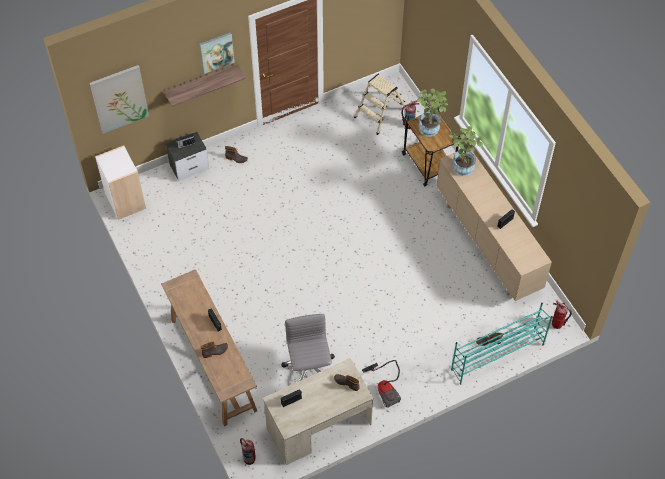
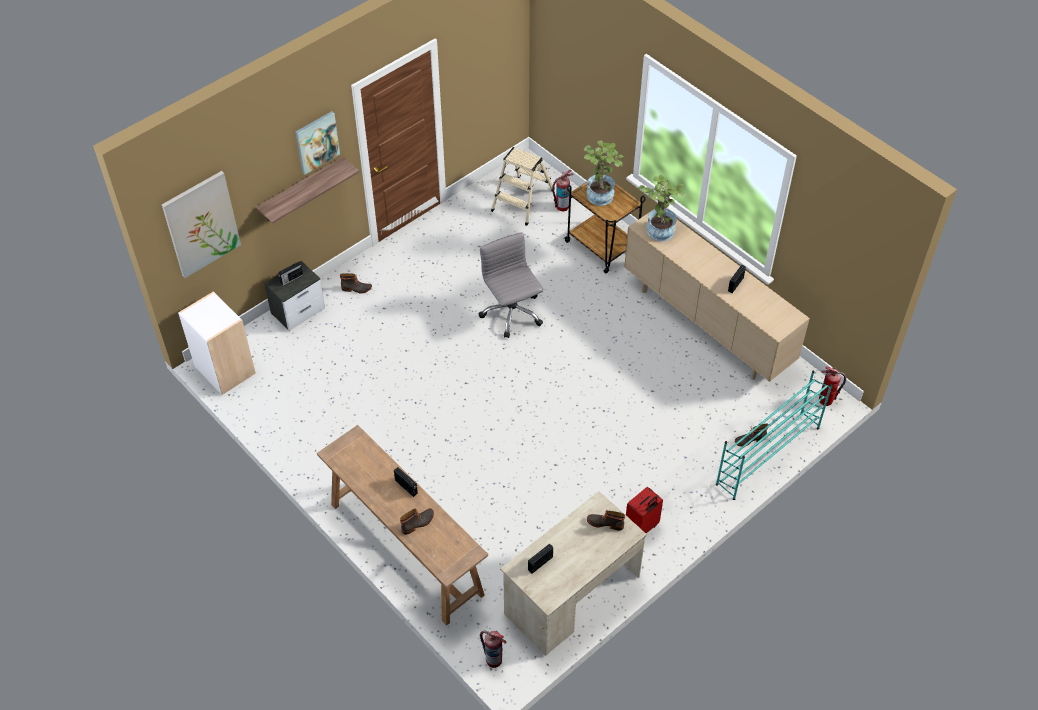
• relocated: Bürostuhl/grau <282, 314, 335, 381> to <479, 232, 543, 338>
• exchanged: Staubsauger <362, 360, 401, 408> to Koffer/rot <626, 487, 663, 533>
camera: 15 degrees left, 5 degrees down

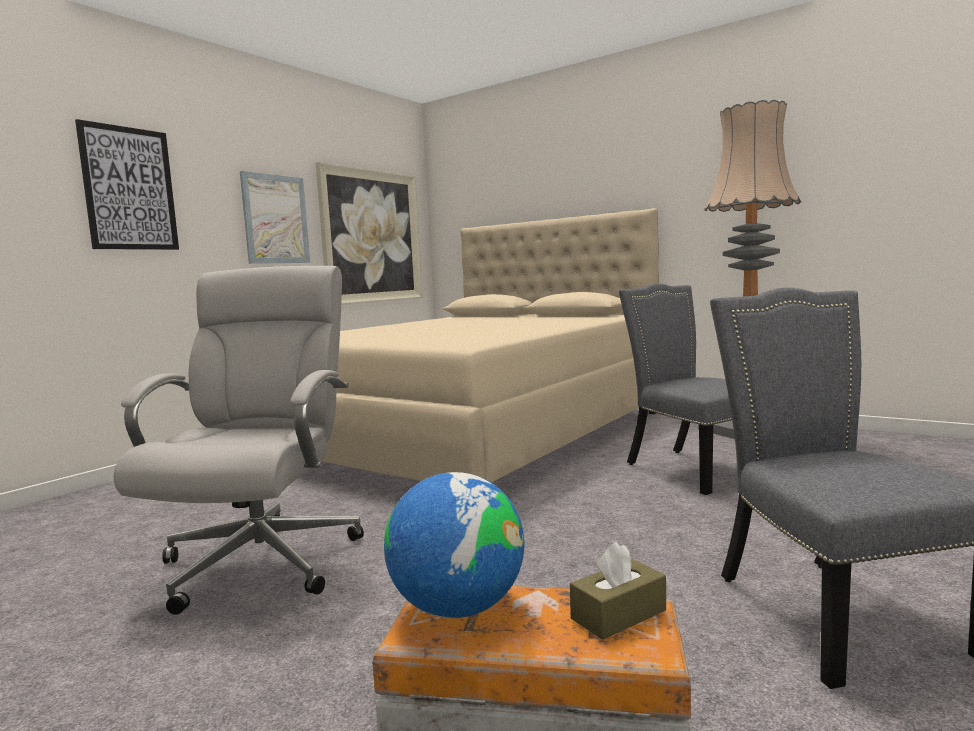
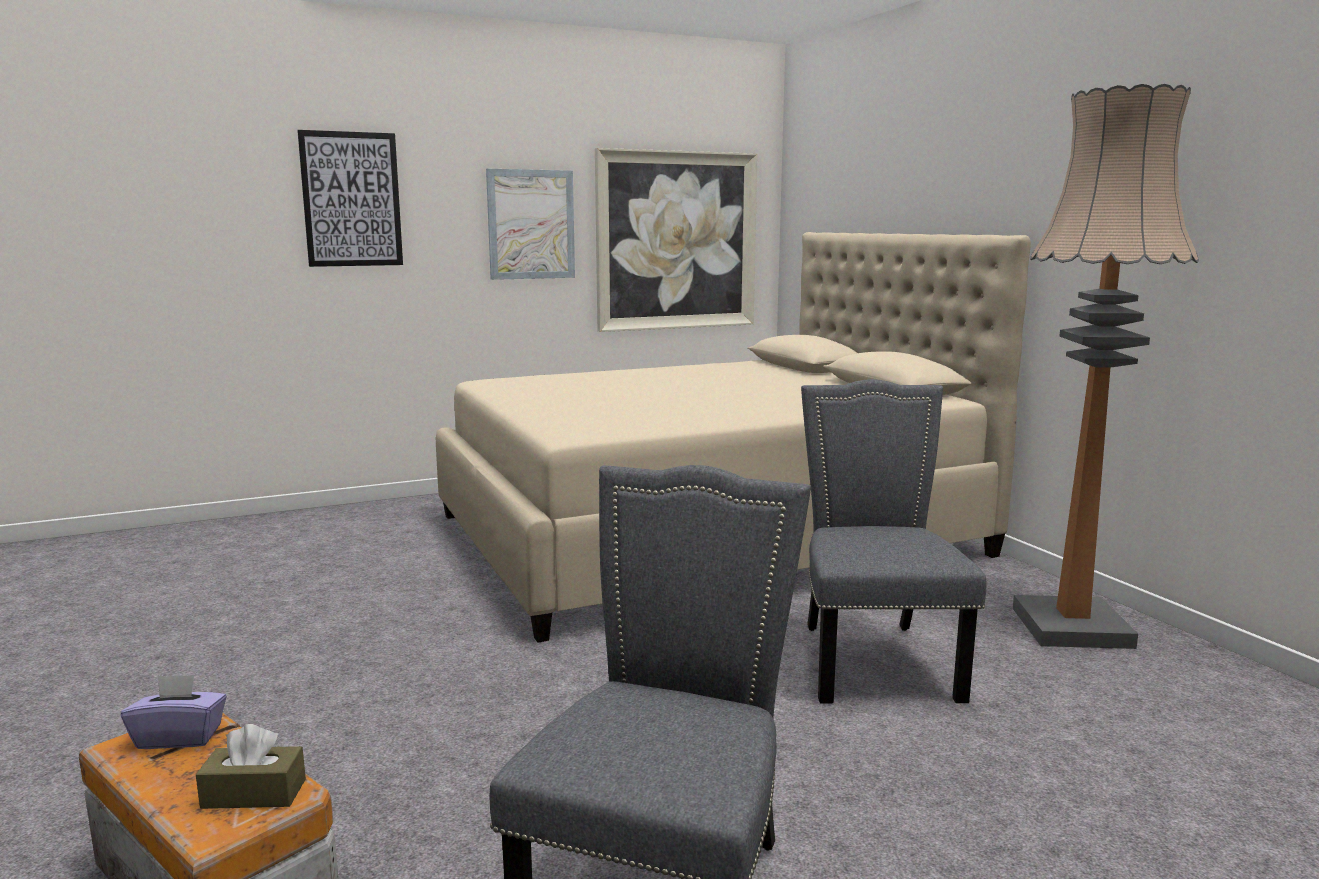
• exchanged: Globus <384, 472, 524, 618> to Taschentuchbox/lila <121, 674, 227, 749>
• missing: Bürostuhl/grau <114, 266, 364, 615>
camera: 30 degrees right, 5 degrees up

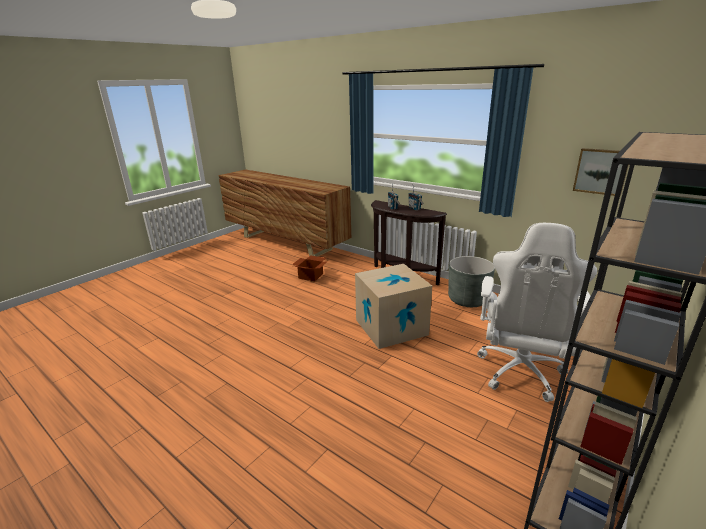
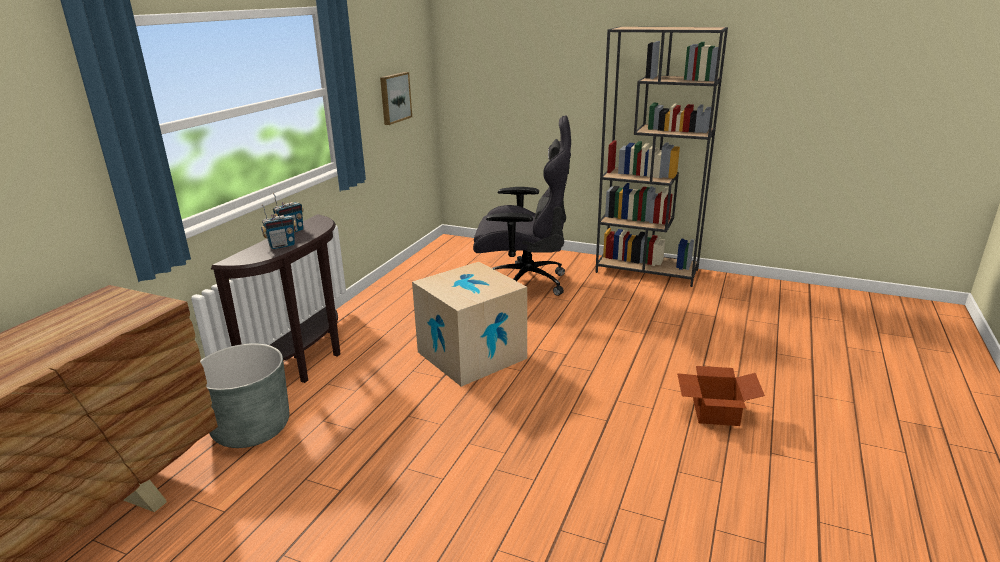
• relocated: Pflanzkübel/grau <448, 256, 495, 307> to <200, 343, 289, 448>
• colour: Bürostuhl/weiß <477, 223, 597, 402> to Bürostuhl/schwarz <473, 115, 571, 296>
• relocated: Karton <292, 255, 328, 281> to <677, 366, 765, 426>
camera: 105 degrees left, 0 degrees up

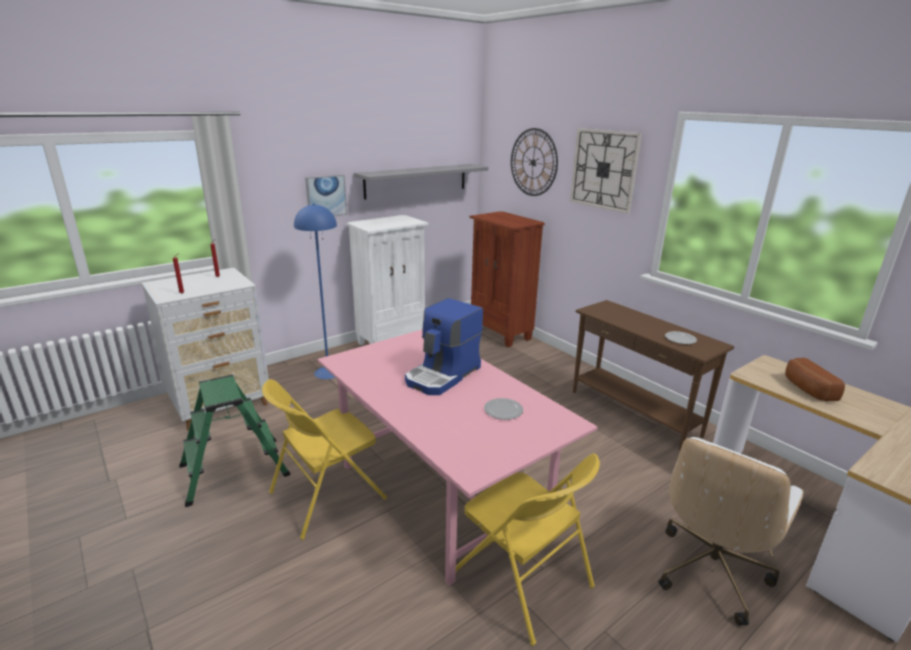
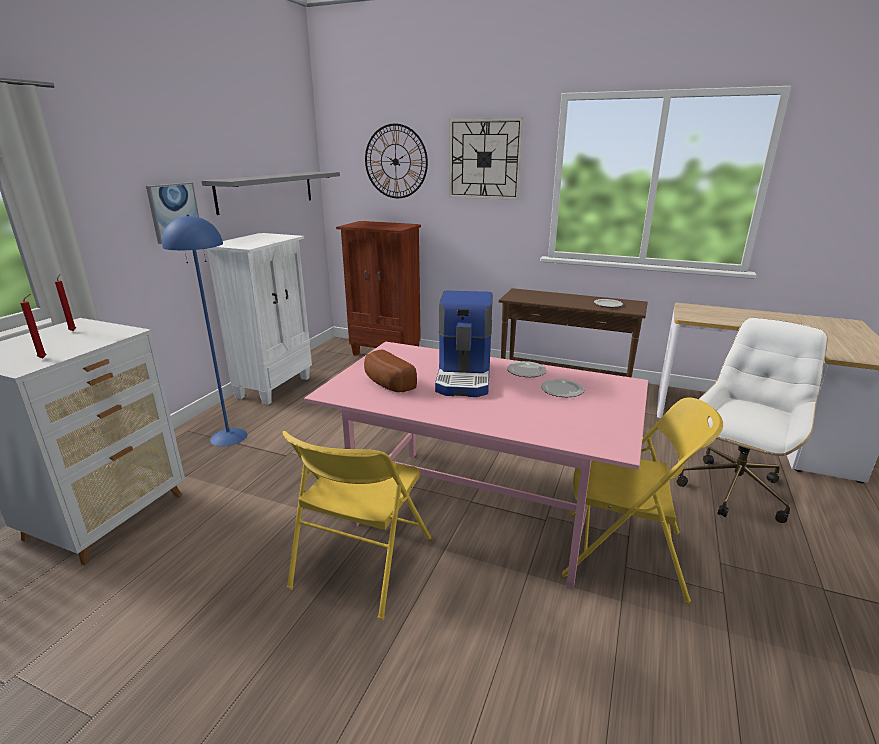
• relocated: Brot <785, 358, 845, 401> to <364, 349, 417, 392>
• appeared: Teller <507, 361, 546, 377>
• spun: Bürostuhl/weiß <658, 437, 803, 626> = <677, 317, 828, 523> 150 degrees counterclockwise
• missing: Trittleiter/grün <179, 374, 291, 507>
camera: 30 degrees left, 0 degrees up

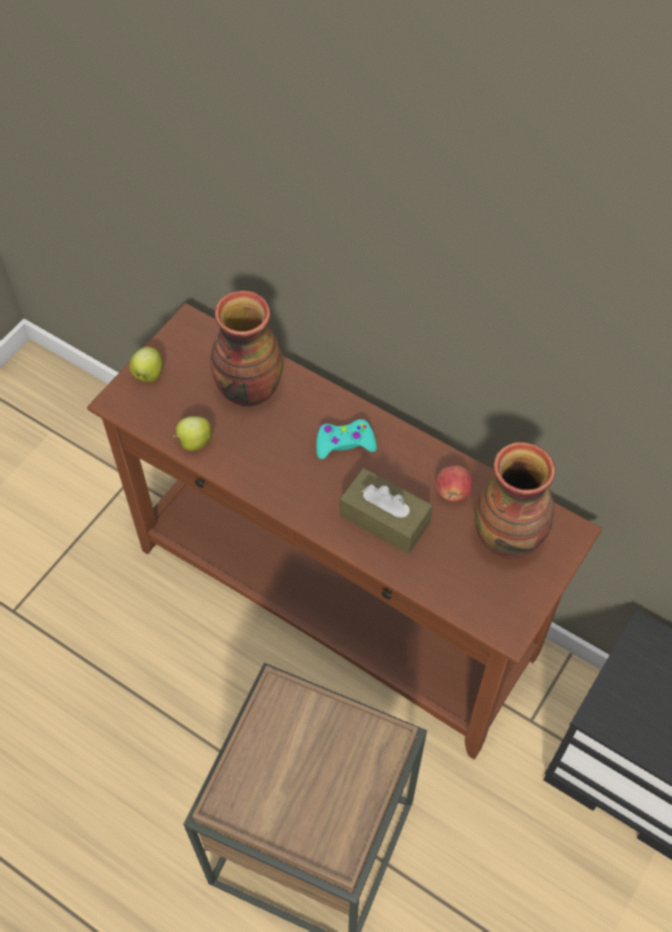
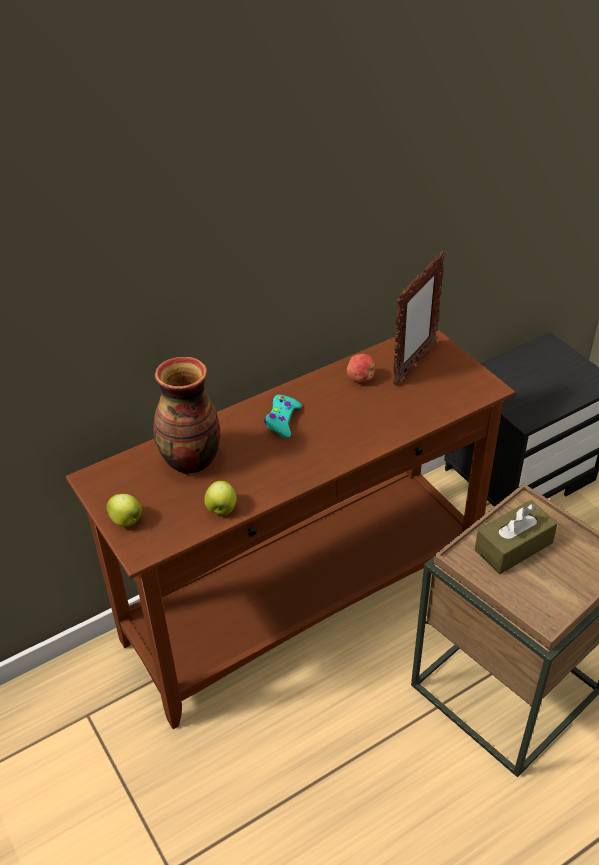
• exchanged: Vase <475, 442, 556, 559> to Bilderrahmen <393, 251, 445, 385>
• relocated: Taschentuchbox/braun <340, 468, 433, 554> to <475, 500, 558, 574>
camera: 65 degrees left, 15 degrees down

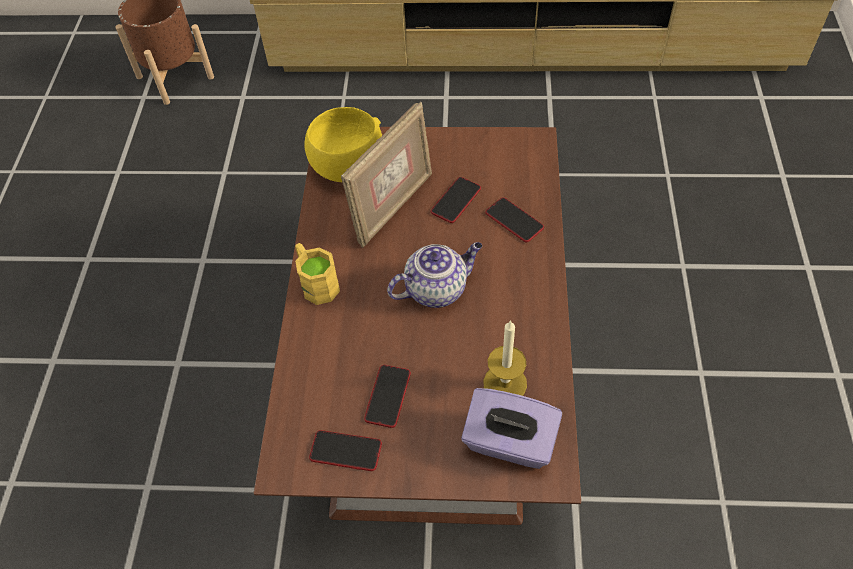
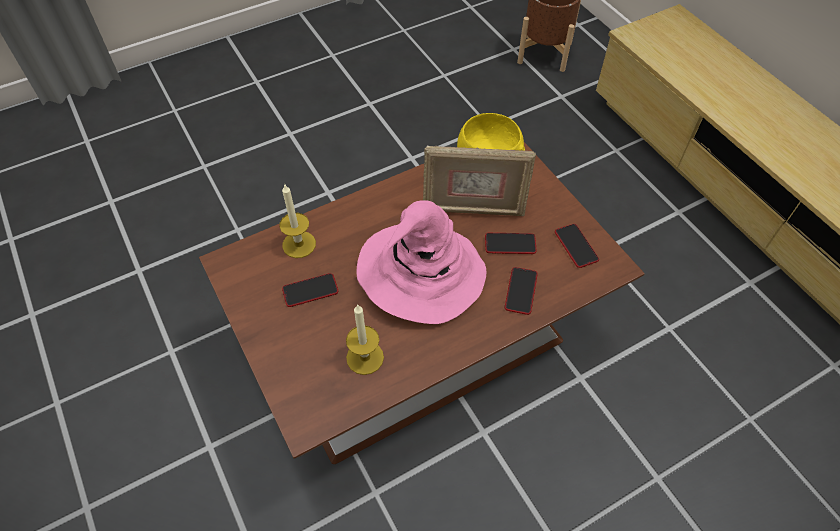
• appeared: Kerze <279, 185, 316, 258>
• exchanged: Teekanne <387, 242, 482, 308> to Hut/rosa <356, 201, 486, 324>
• relocated: Handy <309, 430, 382, 471> to <555, 224, 599, 268>
• missing: Henkelbecher/gelb <295, 243, 340, 305>
• missing: Taschentuchbox/lila <461, 388, 562, 469>
camera: 55 degrees right, 0 degrees up

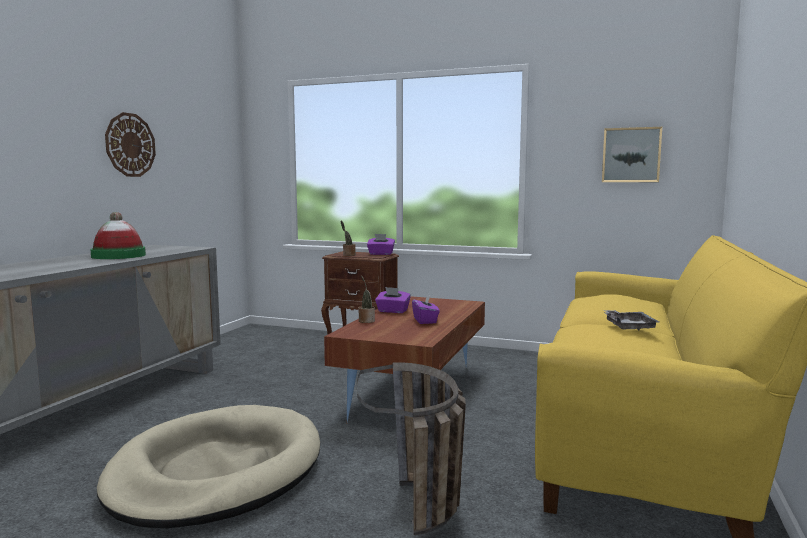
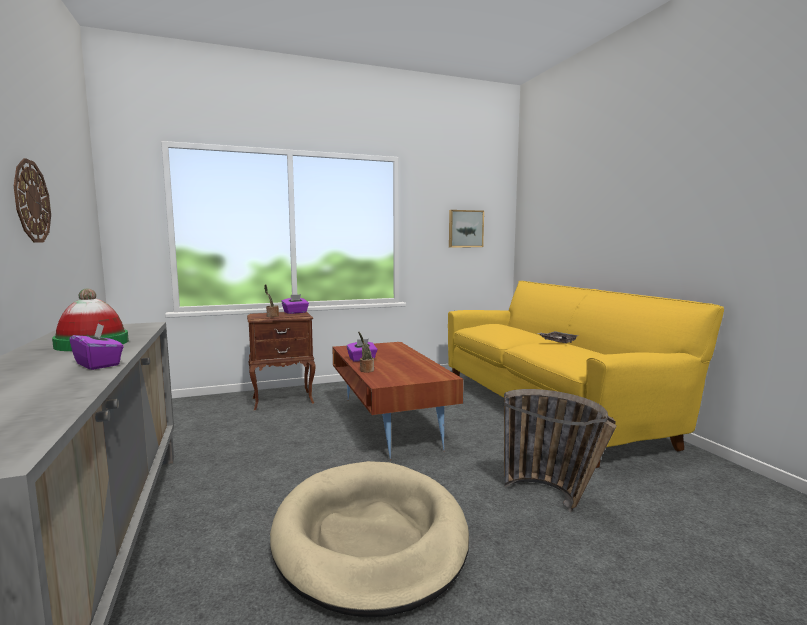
• relocated: Taschentuchbox/lila <412, 294, 440, 324> to <69, 324, 124, 370>
camera: 40 degrees left, 0 degrees up

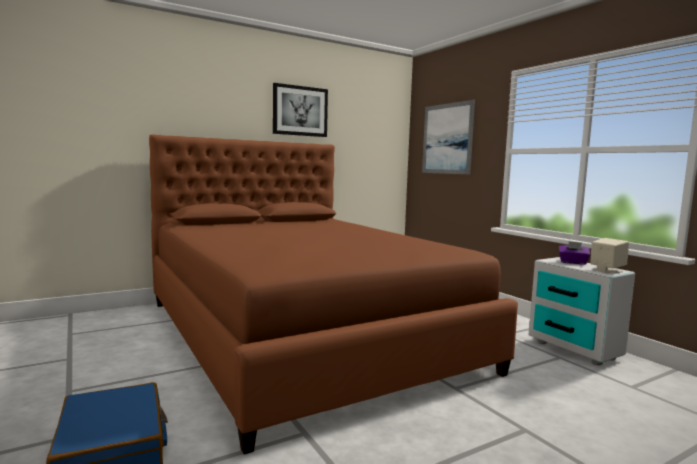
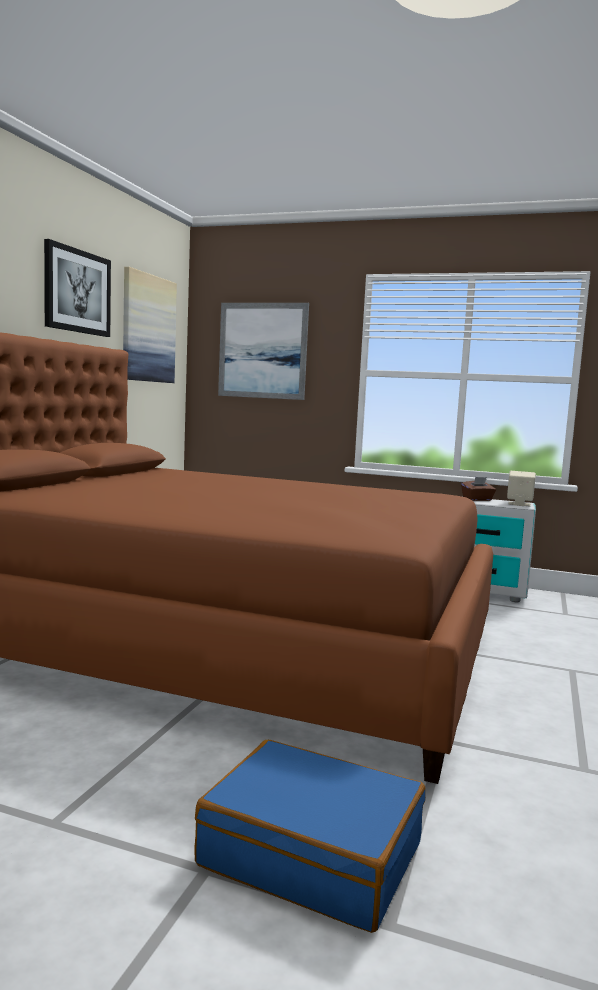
• appeared: Bild <123, 267, 177, 383>
• colour: Taschentuchbox/lila <559, 241, 590, 265> to Taschentuchbox/braun <461, 477, 496, 501>
camera: 40 degrees left, 0 degrees up

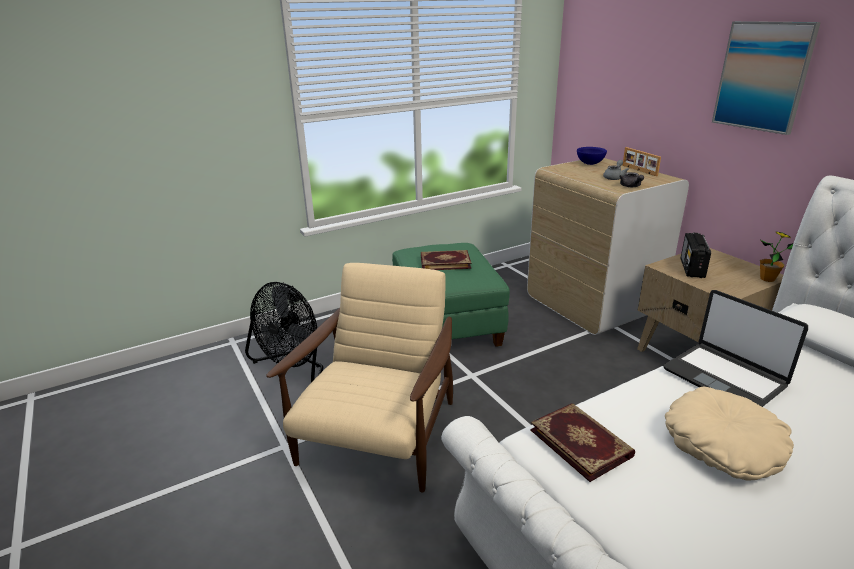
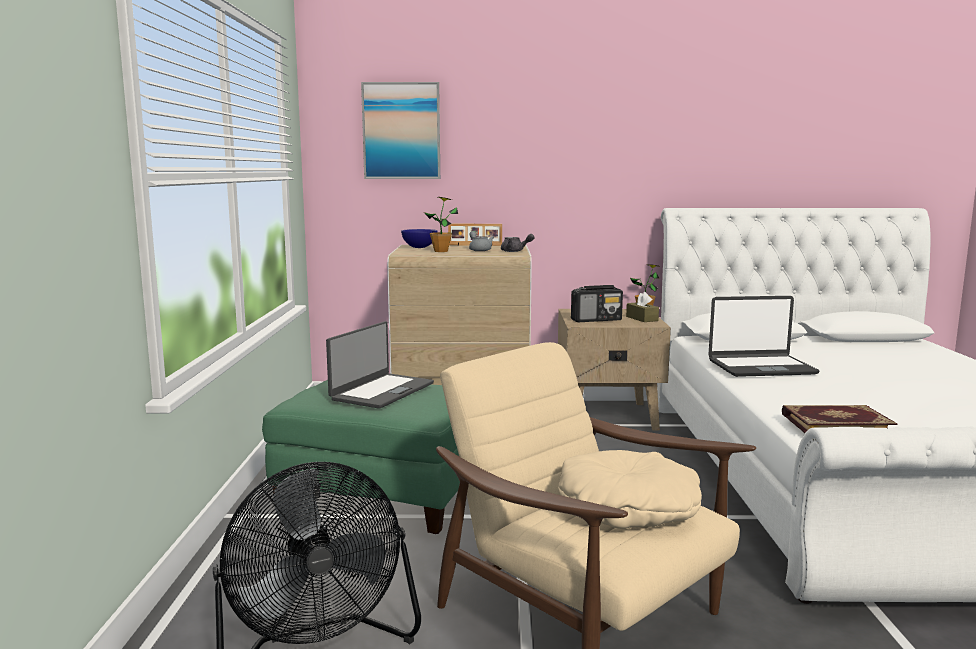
• exchanged: Buch <421, 250, 471, 270> to Laptop <326, 321, 434, 409>
• relocated: Bild <712, 21, 821, 135> to <361, 82, 440, 179>
• appeared: Topfpflanze <424, 197, 458, 252>
• relocated: Kissen/beige <665, 387, 794, 481> to <558, 450, 702, 529>
• spun: Radio <681, 233, 711, 278> = <571, 285, 623, 322> 60 degrees counterclockwise
• appeared: Taschentuchbox/braun <626, 292, 659, 322>
camera: 60 degrees left, 15 degrees down

